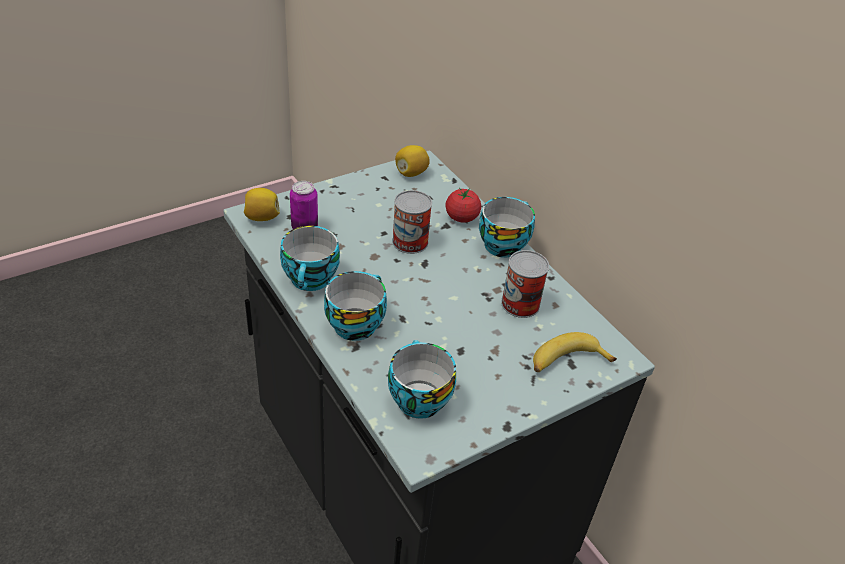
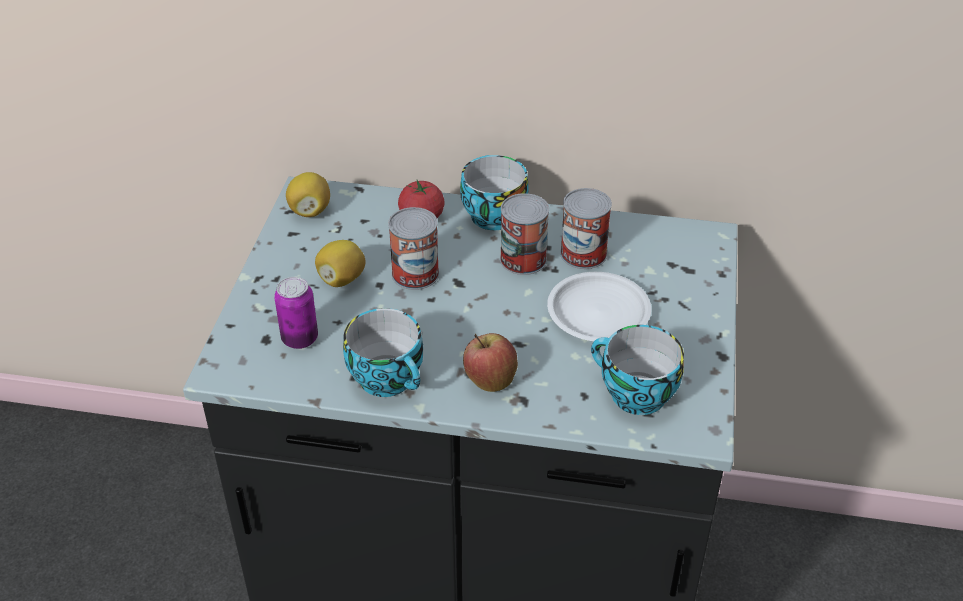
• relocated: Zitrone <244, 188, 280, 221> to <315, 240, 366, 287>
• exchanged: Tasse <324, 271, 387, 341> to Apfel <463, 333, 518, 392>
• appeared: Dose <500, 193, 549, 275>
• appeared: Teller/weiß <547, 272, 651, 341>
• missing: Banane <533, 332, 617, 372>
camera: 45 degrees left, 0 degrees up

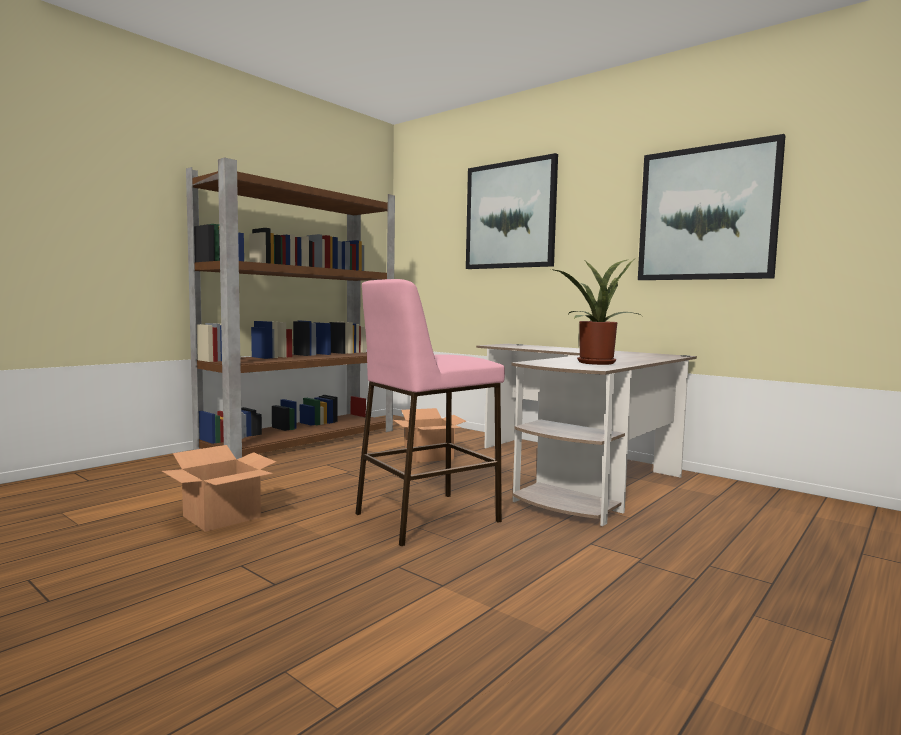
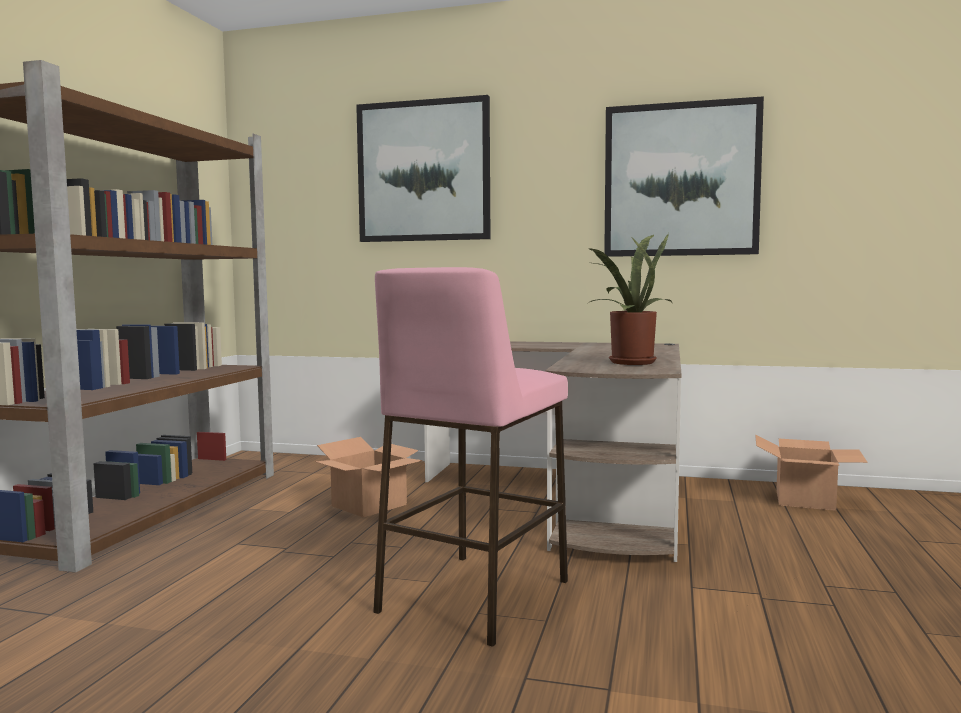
• relocated: Karton <162, 445, 276, 532> to <755, 435, 868, 511>
camera: 25 degrees left, 0 degrees up

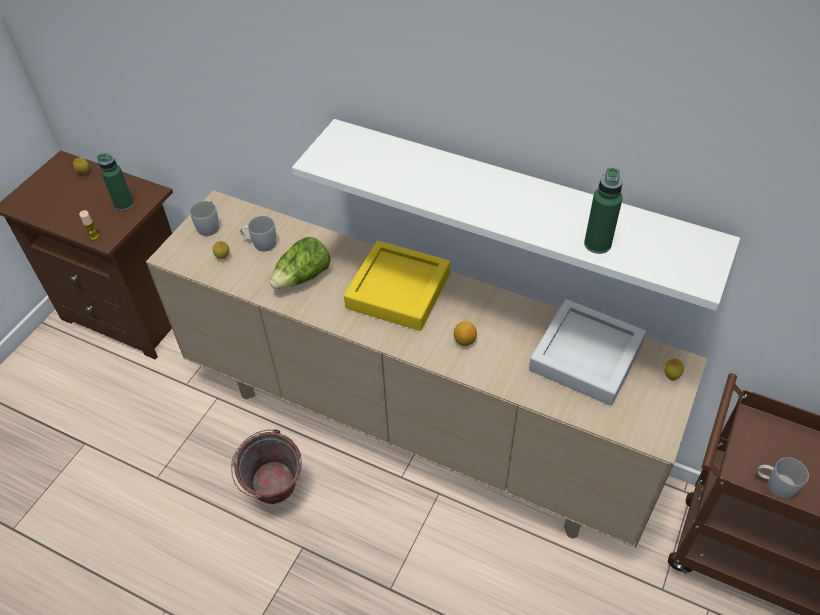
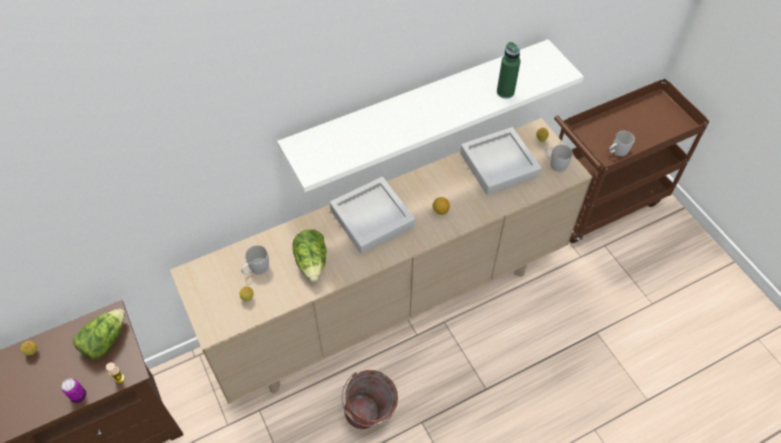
• appeared: Dose <62, 378, 87, 403>
• exchanged: Flasche/grün <97, 154, 134, 211> to Salatkopf <73, 308, 125, 360>
• colour: Tablett/gelb <344, 241, 450, 331> to Tablett/grau <330, 177, 415, 254>
• relocated: Henkelbecher/weiß <190, 200, 219, 236> to <545, 145, 573, 172>
camera: 55 degrees left, 5 degrees up

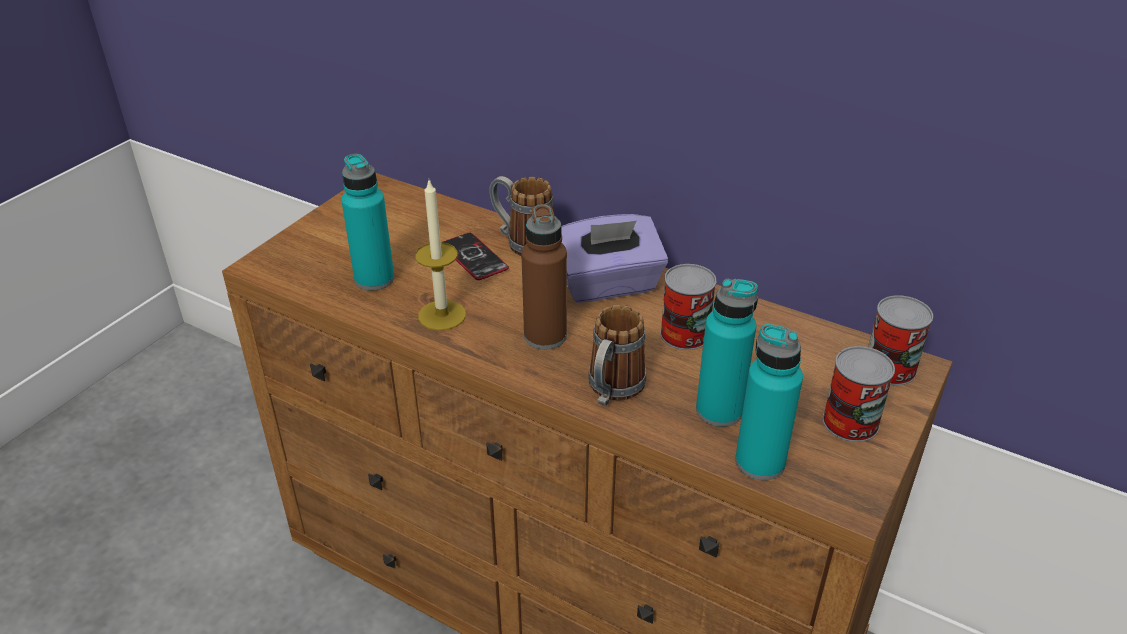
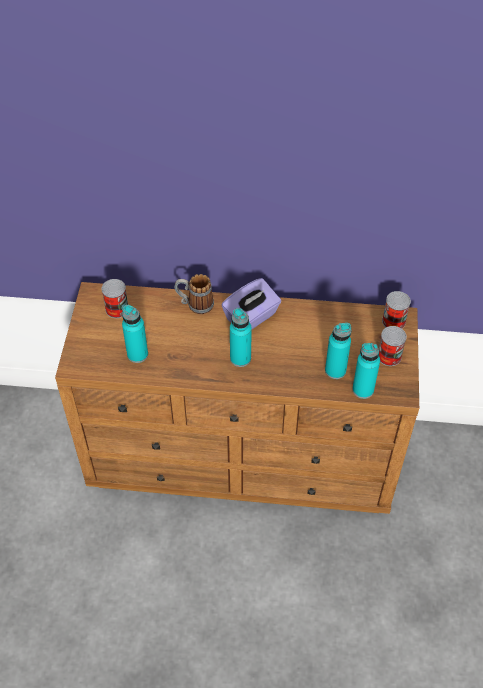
• relocated: Dose <660, 264, 717, 350> to <101, 279, 128, 318>
• colour: Flasche/braun <521, 204, 567, 350> to Flasche/türkis <230, 308, 252, 367>
• missing: Kerze <415, 180, 466, 331>
• missing: Handy <443, 233, 509, 280>
• missing: Henkelbecher <588, 305, 646, 406>
camera: 25 degrees left, 15 degrees up

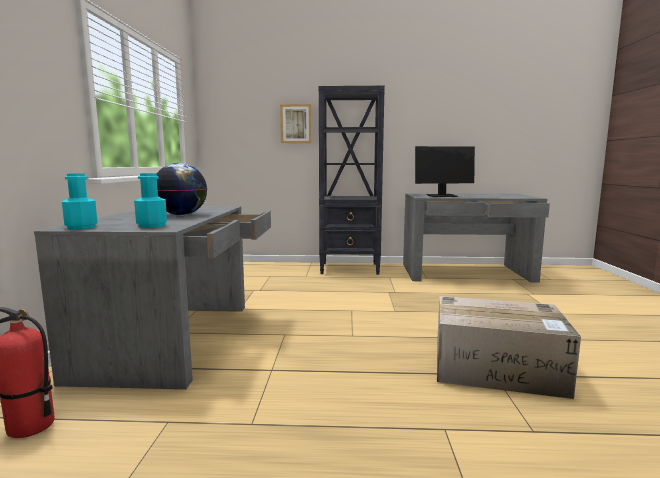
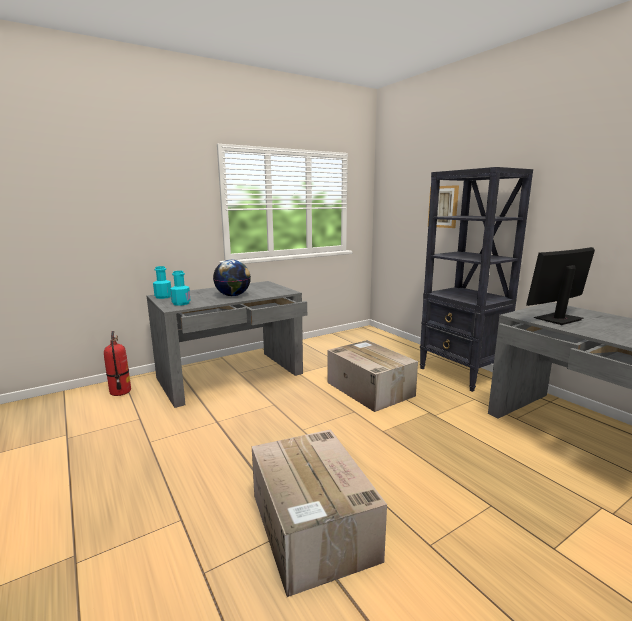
• appeared: Karton <328, 340, 418, 412>
• spun: Monitor <415, 146, 475, 197> = <526, 247, 595, 325> 105 degrees clockwise
camera: 55 degrees right, 5 degrees up

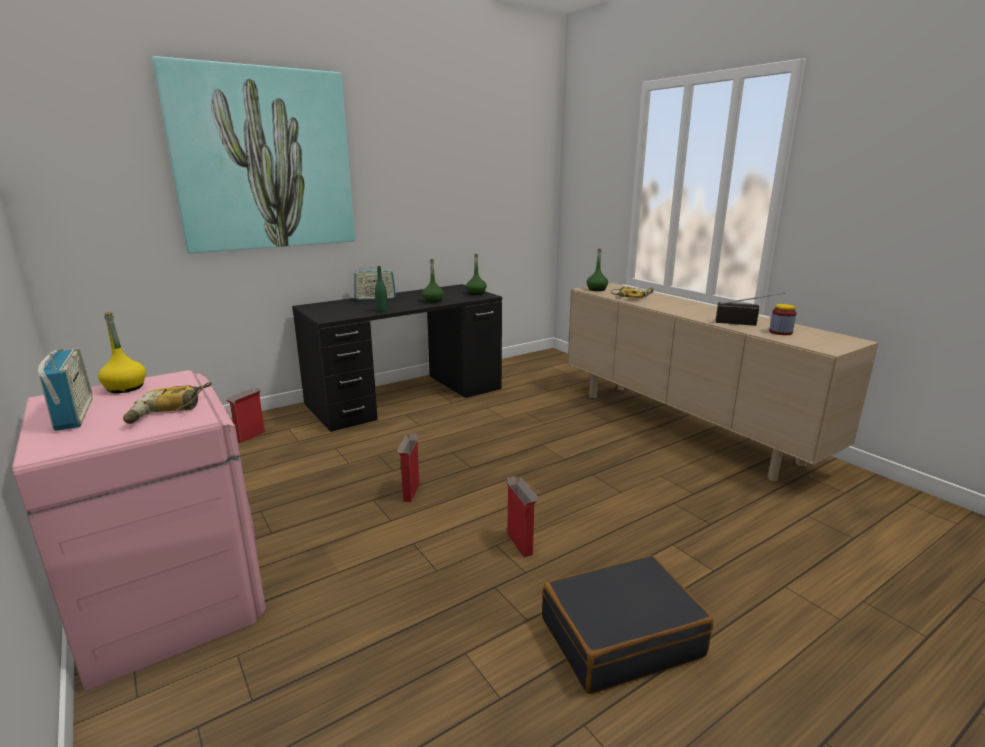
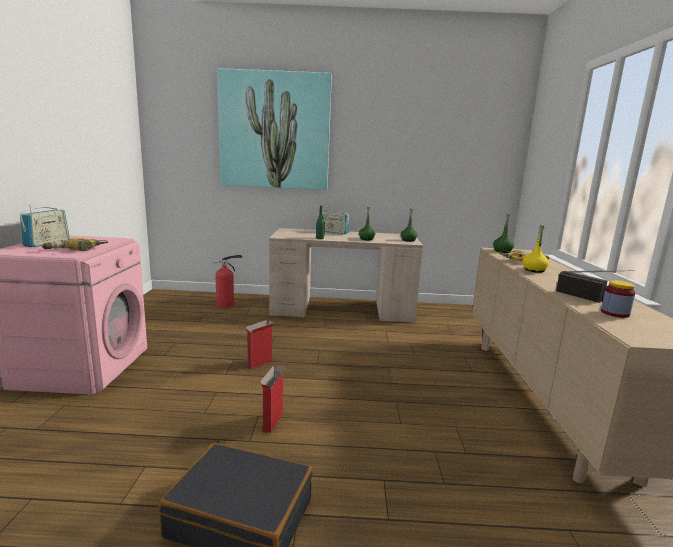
• exchanged: Karton <227, 388, 265, 443> to Feuerlöscher <213, 255, 242, 308>
• colour: Schreibtisch/schwarz <292, 284, 502, 432> to Schreibtisch/beige <269, 228, 423, 323>
• relocated: Flasche/gelb <98, 312, 146, 393> to <523, 225, 549, 273>
camera: 35 degrees right, 5 degrees down

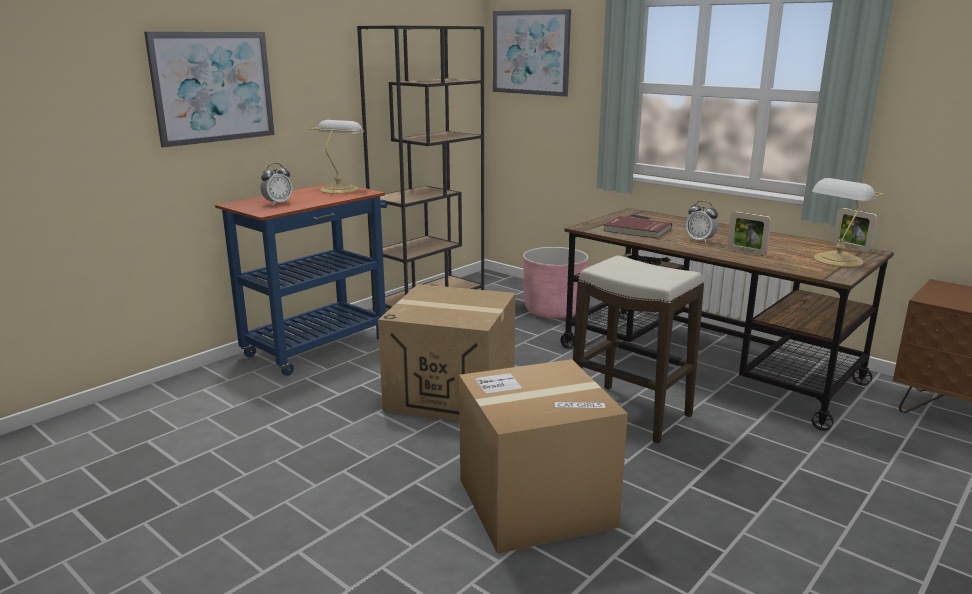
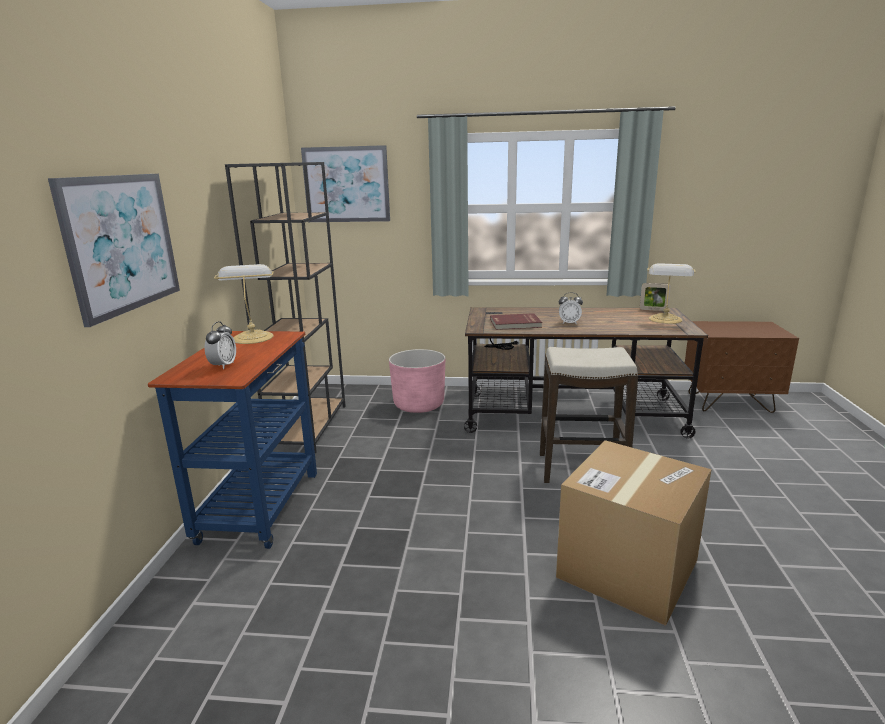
• missing: Karton <378, 284, 515, 422>
• missing: Bilderrahmen <727, 211, 772, 255>
camera: 35 degrees left, 0 degrees up

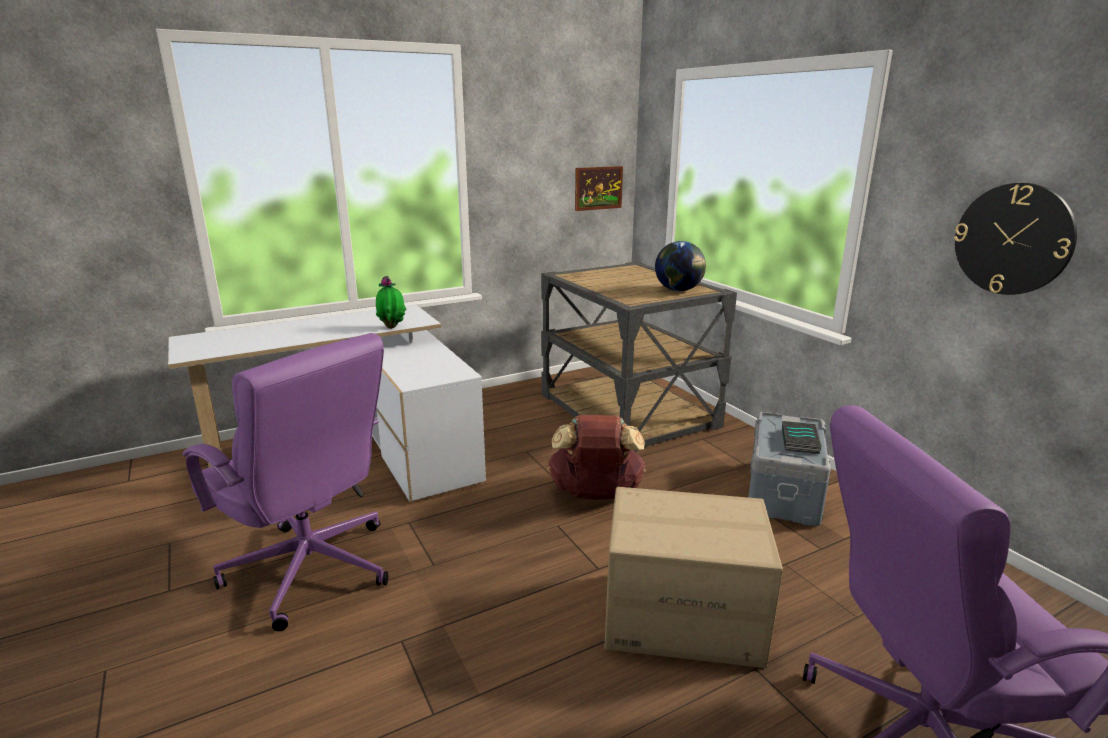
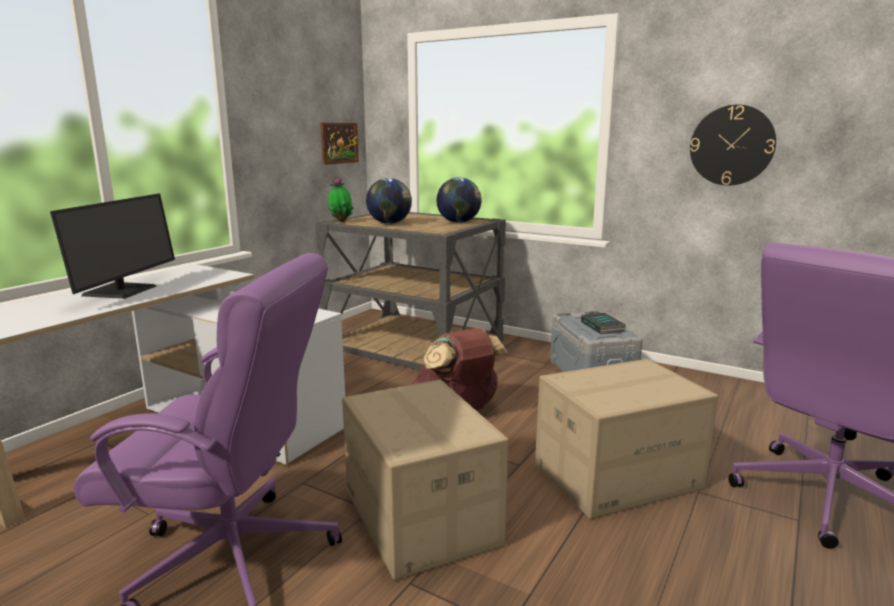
• appeared: Monitor <50, 193, 175, 299>
• relocated: Topfpflanze <376, 276, 406, 329> to <328, 177, 354, 222>
• appeared: Karton <342, 380, 509, 580>
• appeared: Globus <366, 178, 412, 224>
camera: 30 degrees left, 5 degrees down

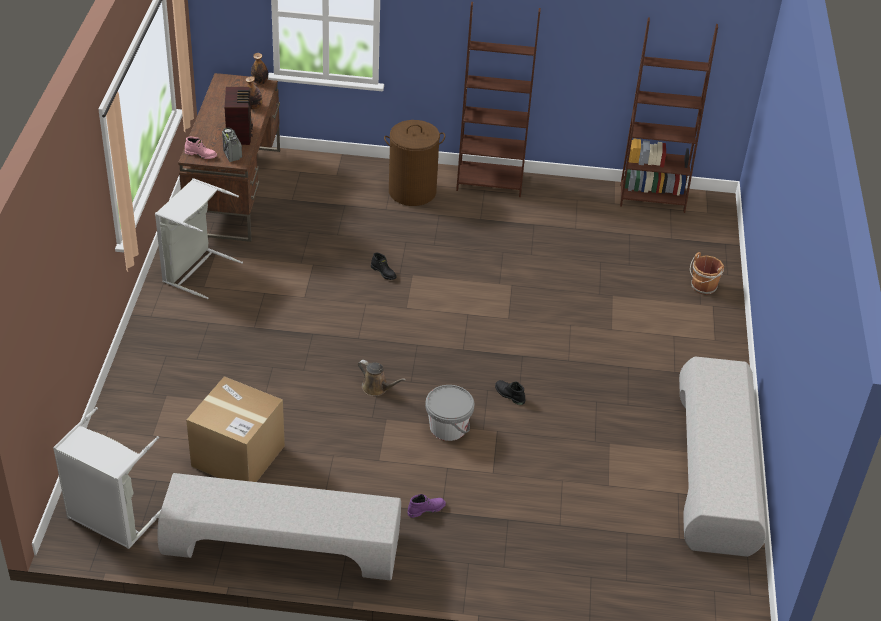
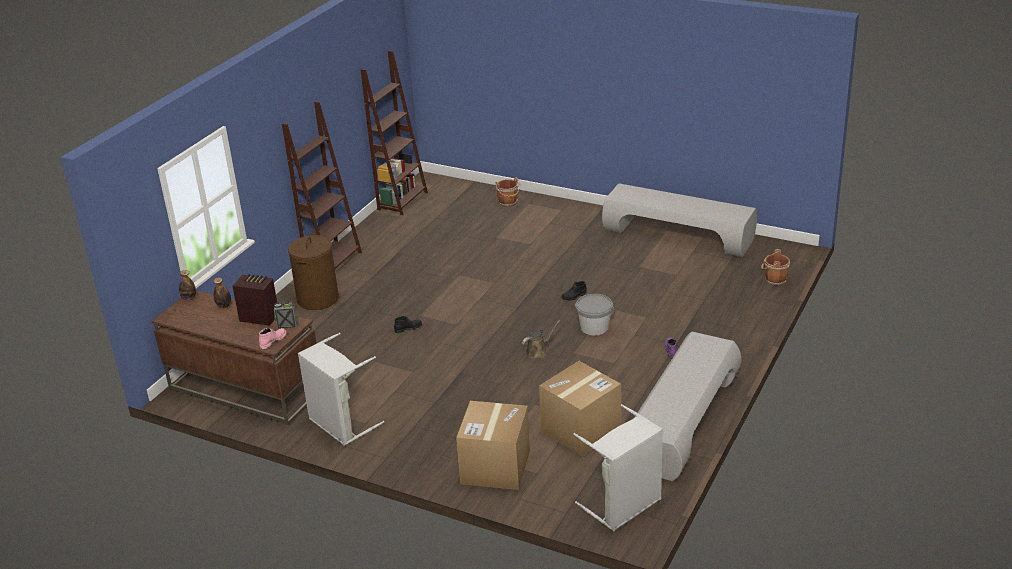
• appeared: Karton <456, 401, 530, 490>
• appeared: Eimer/braun <761, 249, 790, 286>
camera: 65 degrees left, 10 degrees down

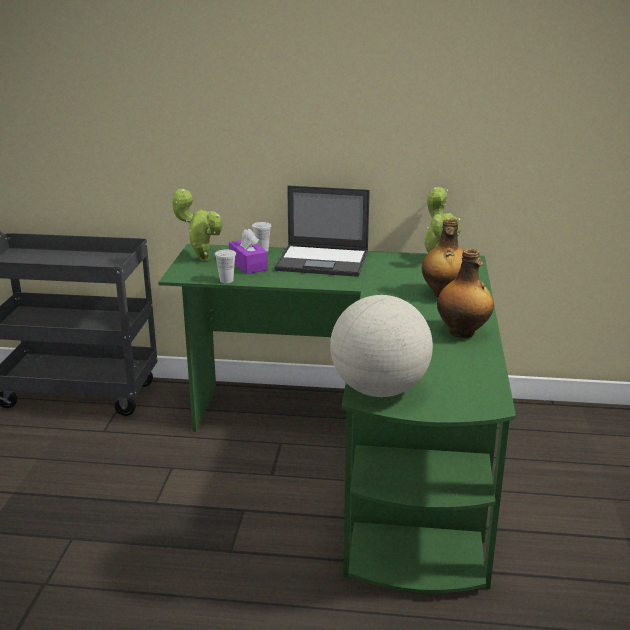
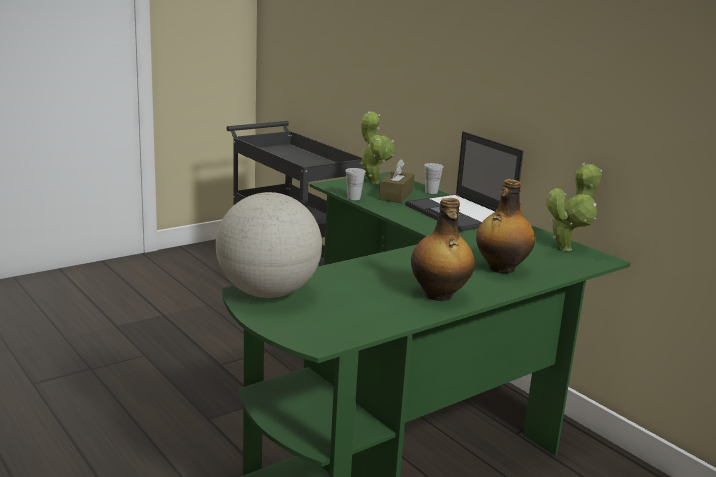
• colour: Taschentuchbox/lila <229, 229, 268, 274> to Taschentuchbox/braun <379, 159, 415, 203>
camera: 45 degrees right, 5 degrees down

